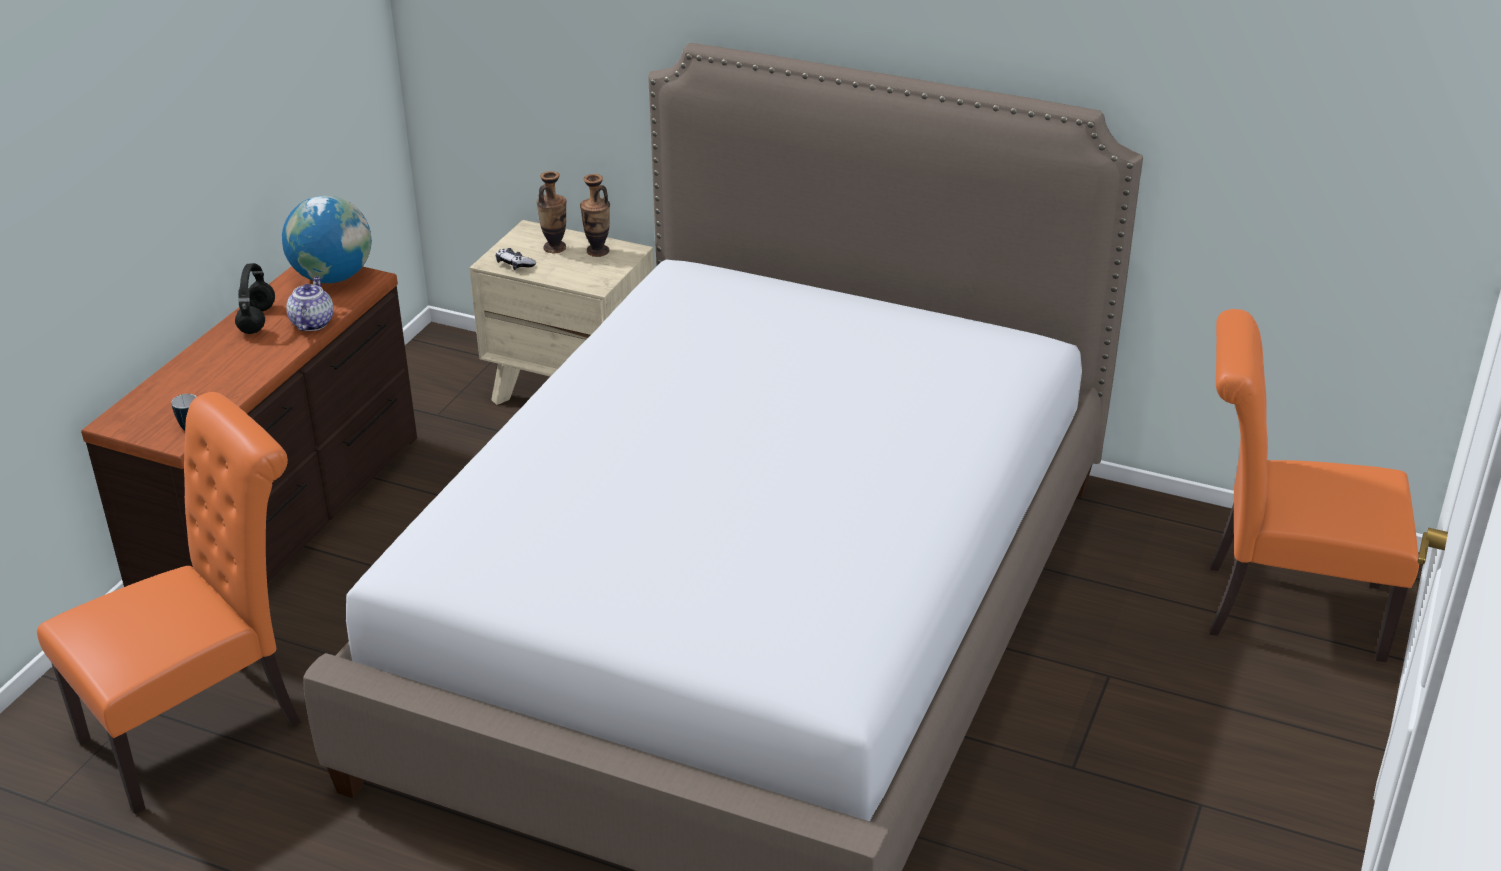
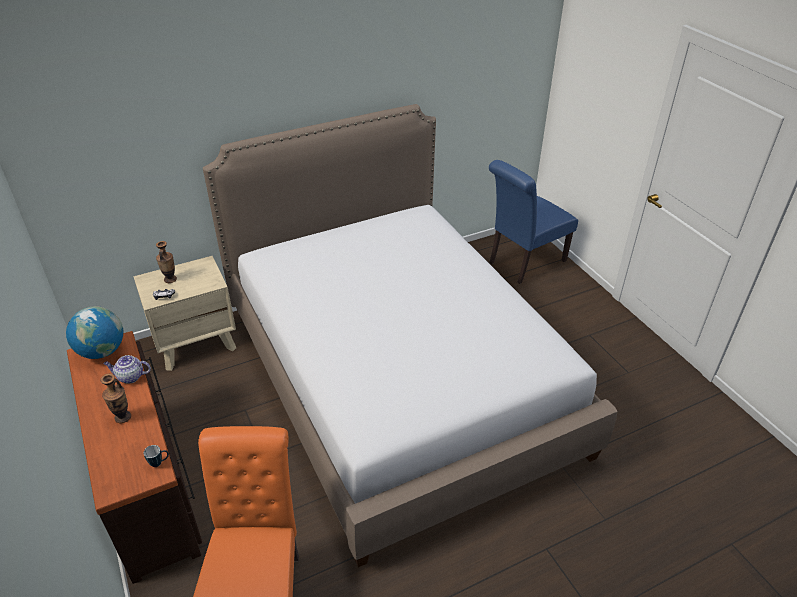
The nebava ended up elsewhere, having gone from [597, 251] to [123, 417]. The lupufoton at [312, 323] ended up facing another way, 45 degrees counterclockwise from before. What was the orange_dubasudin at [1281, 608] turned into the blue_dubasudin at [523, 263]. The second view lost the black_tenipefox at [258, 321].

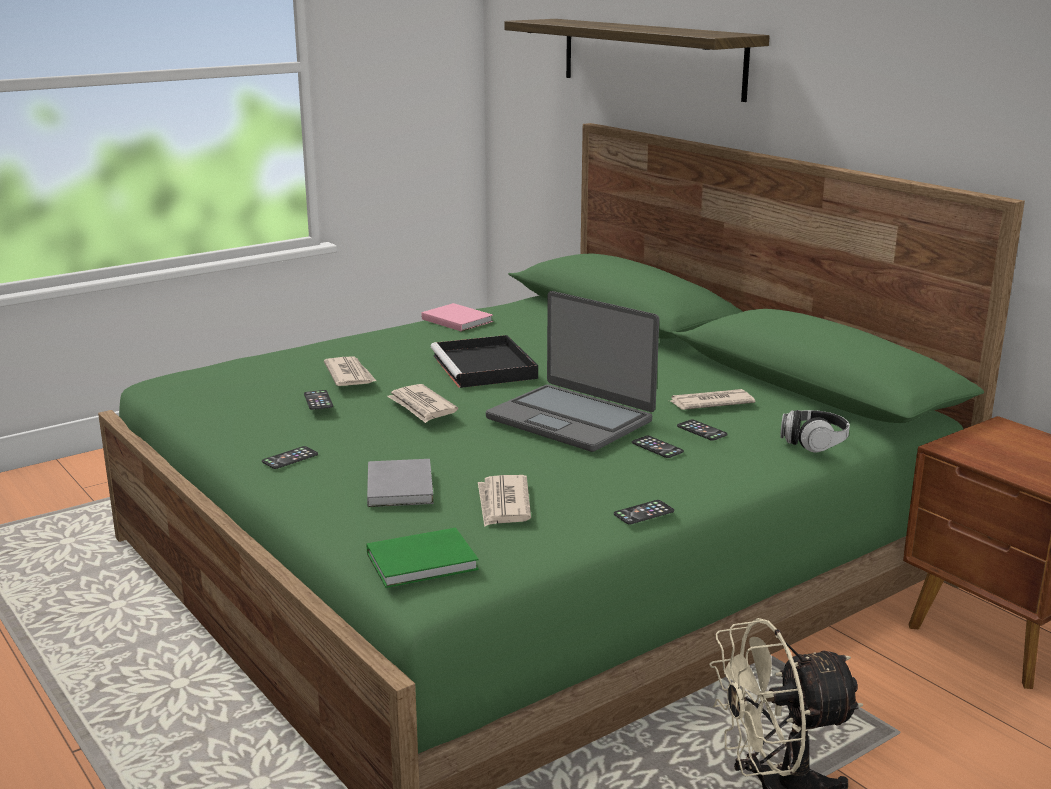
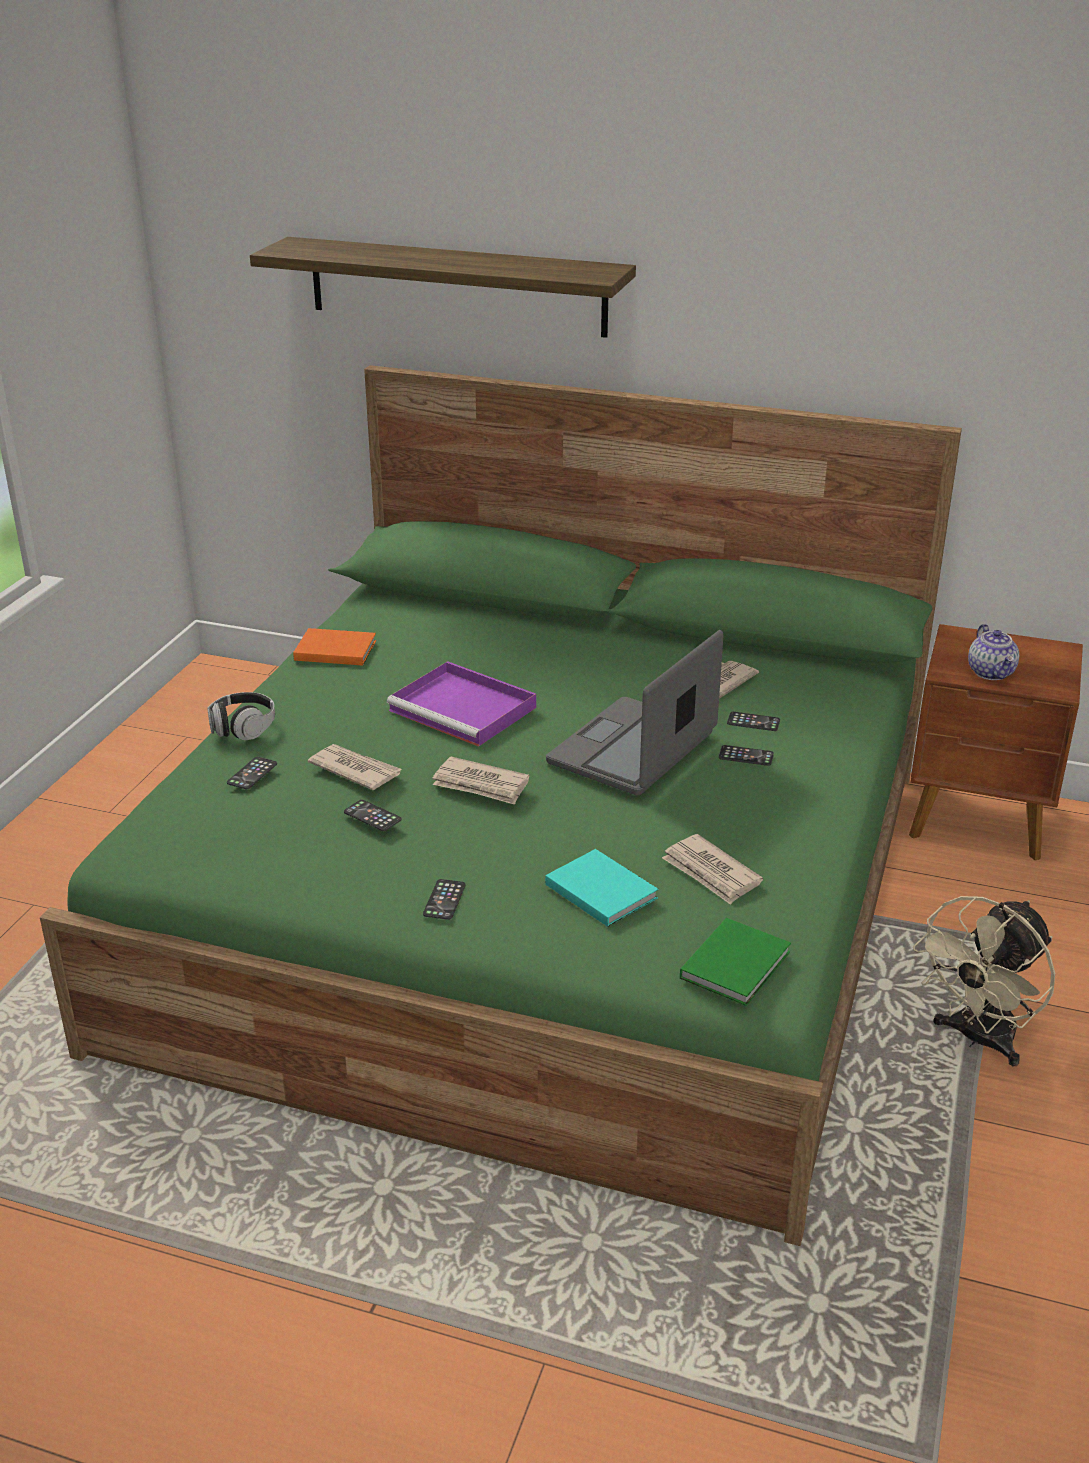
The tenipefox ended up elsewhere, having gone from [813, 443] to [243, 728]. The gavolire ended up elsewhere, having gone from [643, 513] to [252, 773]. What was the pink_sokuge at [456, 320] turned into the orange_sokuge at [333, 650]. What was the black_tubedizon at [485, 367] turned into the purple_tubedizon at [465, 709]. What was the grey_sokuge at [401, 485] turned into the turquoise_sokuge at [600, 889]. The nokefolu at [571, 419] ended up facing another way, 120 degrees clockwise from before. The second view gained the lupufoton at [991, 673].

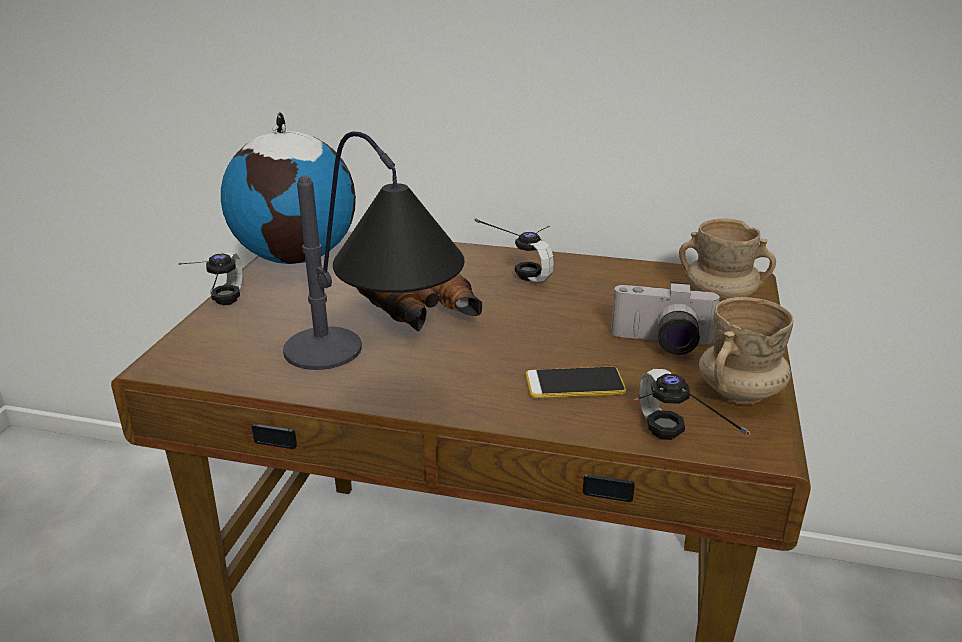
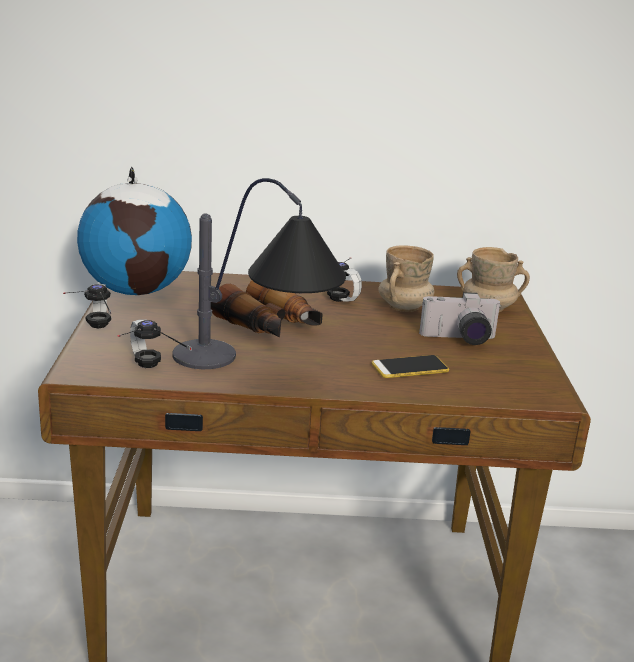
The tenipefox ended up elsewhere, having gone from [666, 450] to [146, 373]. The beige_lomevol ended up elsewhere, having gone from [739, 393] to [404, 307].

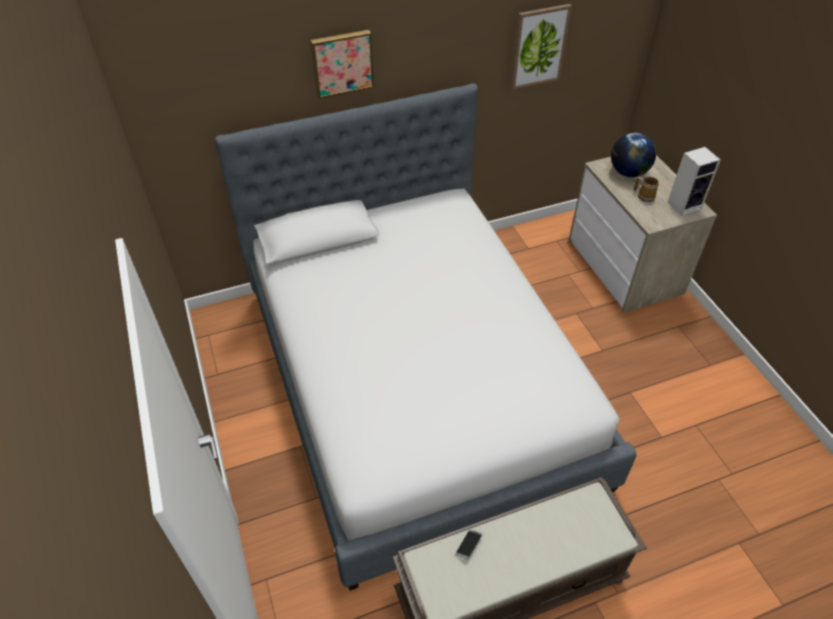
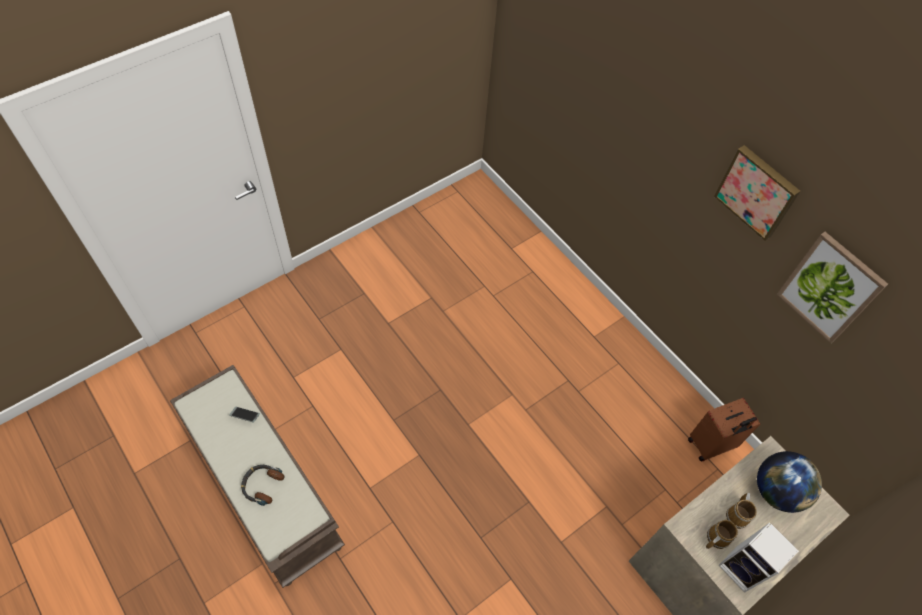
The second view gained the tenipefox at [262, 485]. The second view gained the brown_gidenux at [711, 445]. The second view gained the lomevol at [716, 537]. The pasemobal ended up elsewhere, having gone from [342, 63] to [757, 191]. The second view lost the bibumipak at [416, 384].

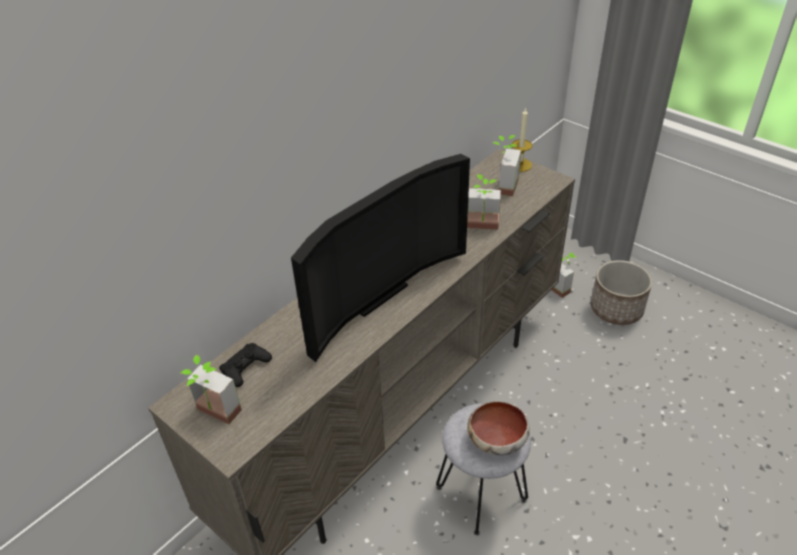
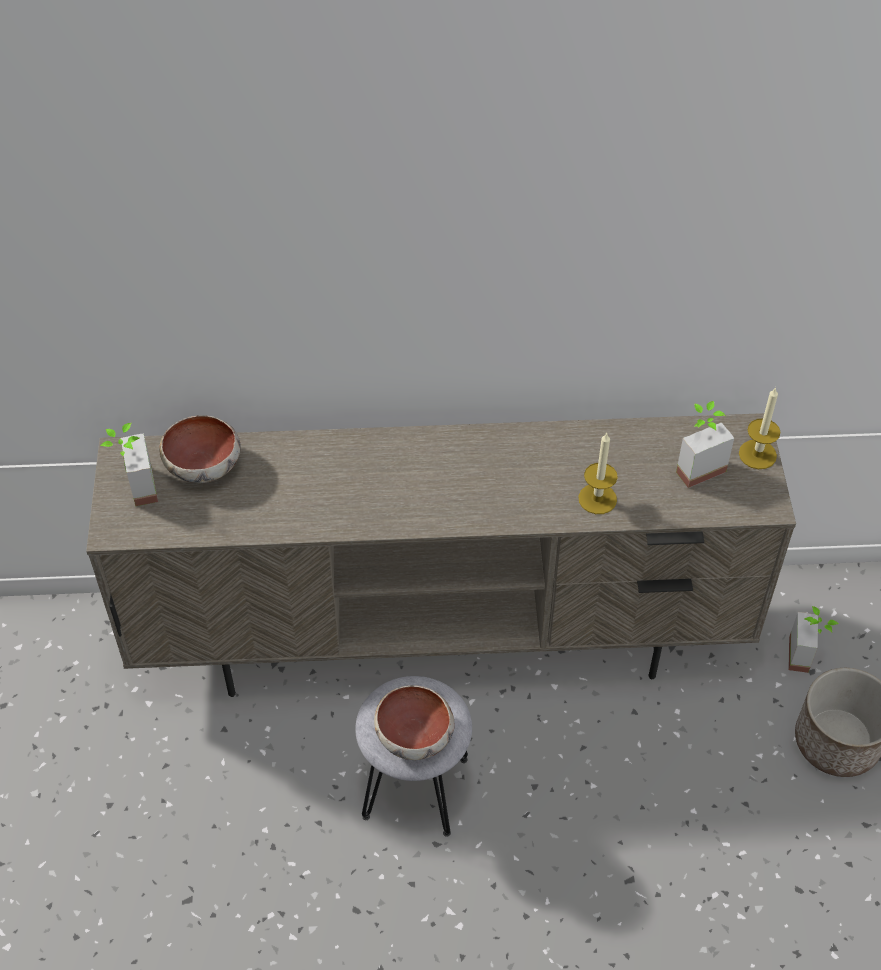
Where the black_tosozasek stood at [245, 367], the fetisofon came to stand at [204, 465]. Where the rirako stood at [482, 228], the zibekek came to stand at [597, 499]. The second view lost the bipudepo at [372, 293].

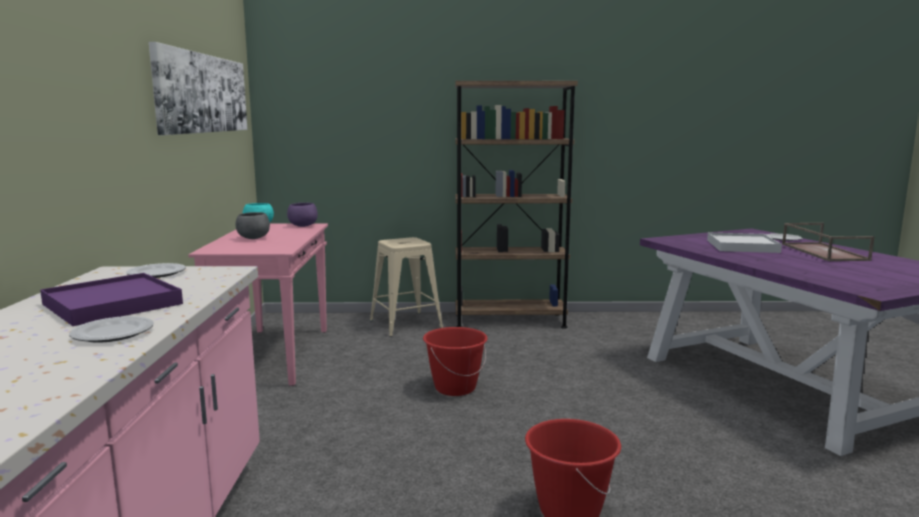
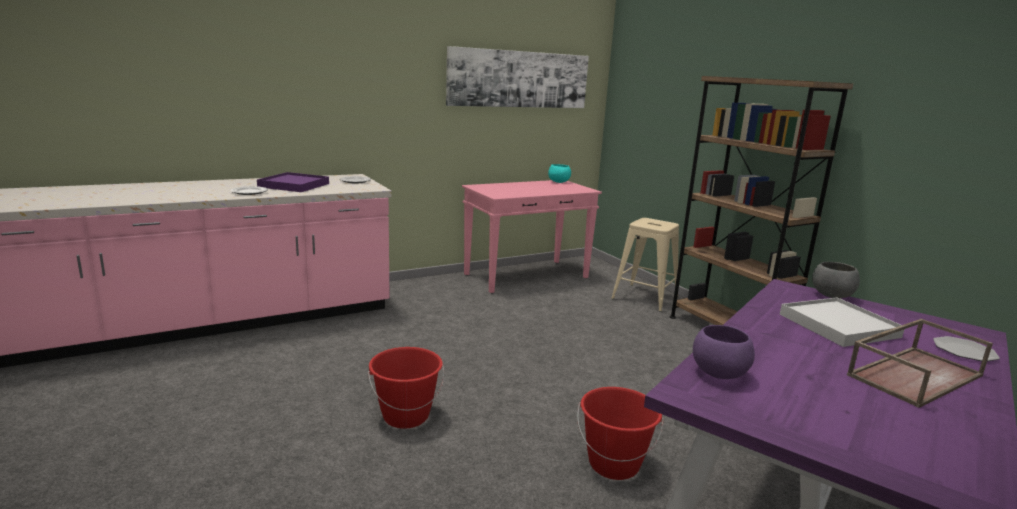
The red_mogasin ended up elsewhere, having gone from [455, 388] to [614, 464]. The purple_fetisofon ended up elsewhere, having gone from [303, 226] to [719, 374]. The grey_fetisofon ended up elsewhere, having gone from [254, 238] to [832, 296].

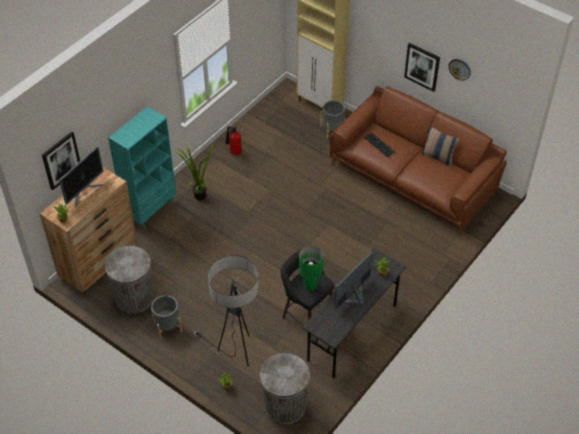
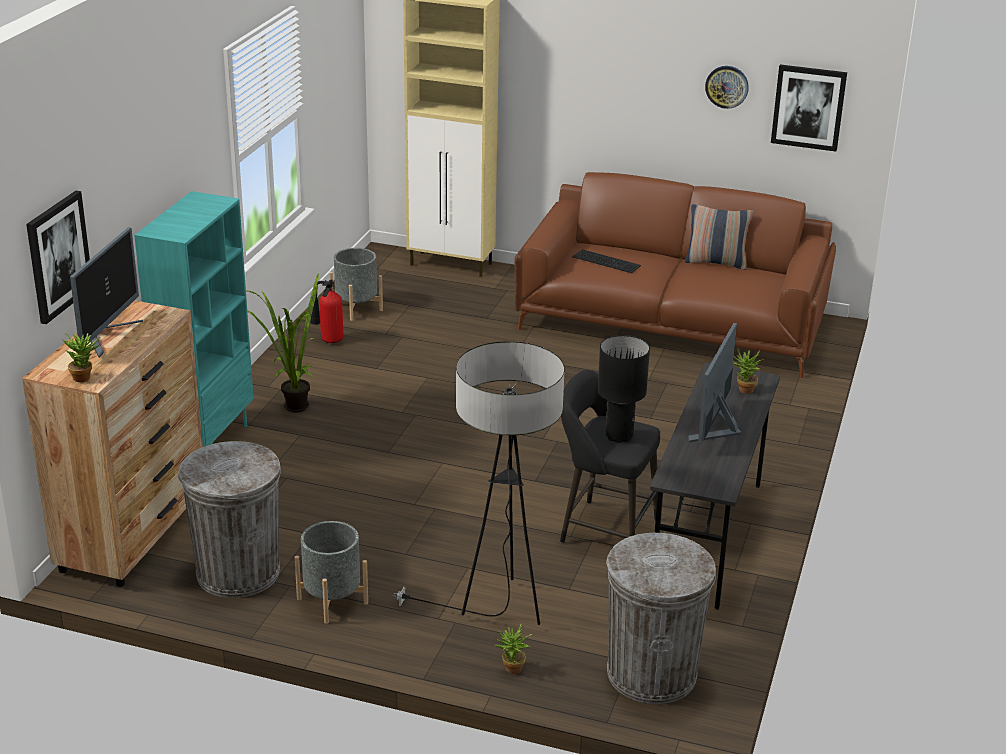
The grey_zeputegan ended up elsewhere, having gone from [332, 129] to [356, 308]. What was the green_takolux at [310, 285] turned into the black_takolux at [619, 436]. The pasemobal ended up elsewhere, having gone from [422, 66] to [808, 107].

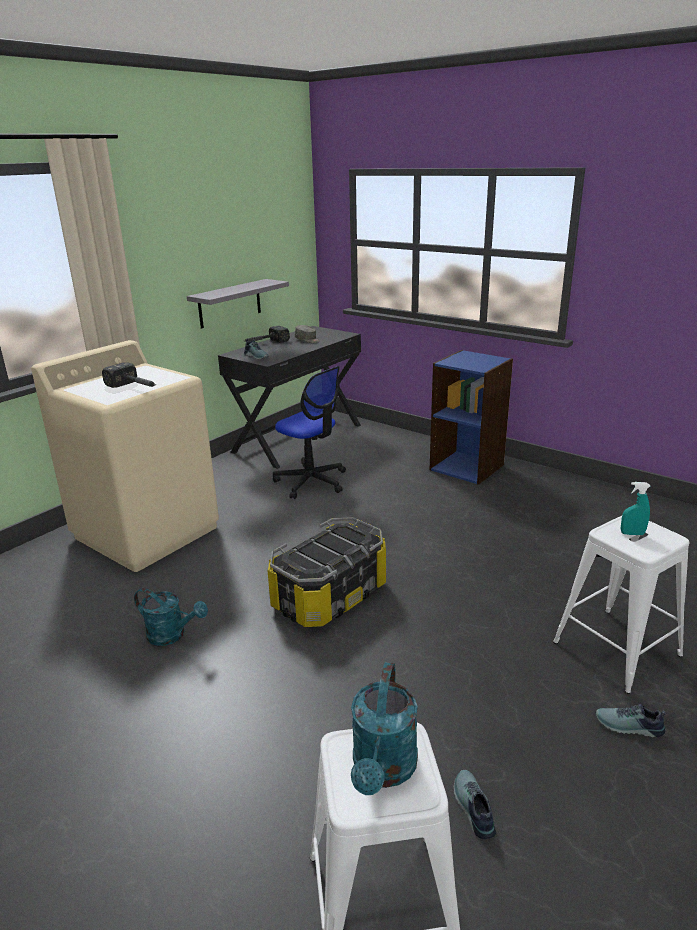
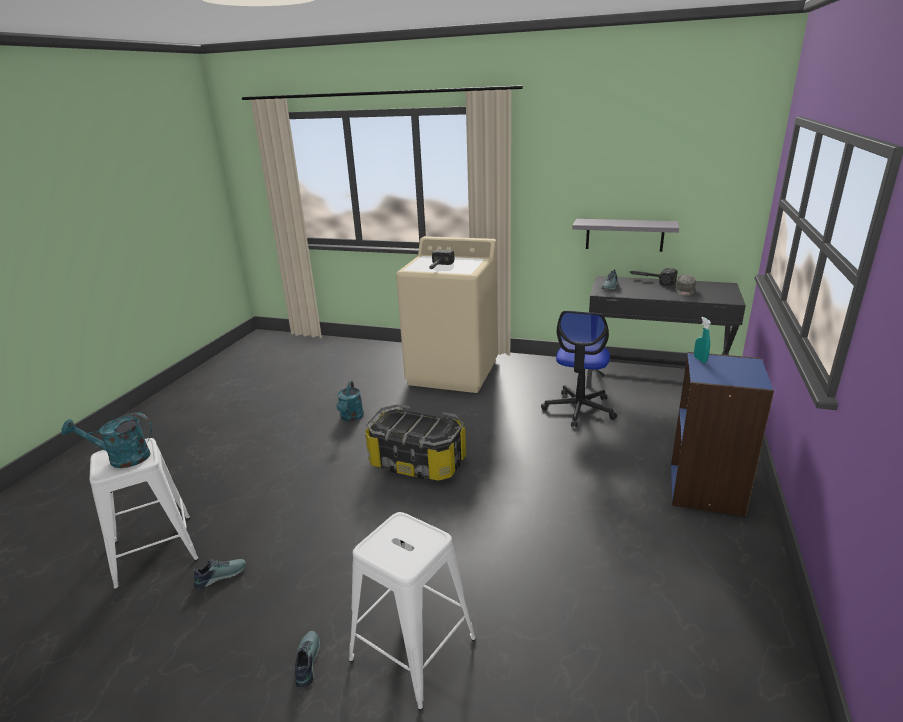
The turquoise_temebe ended up elsewhere, having gone from [632, 534] to [700, 360].

